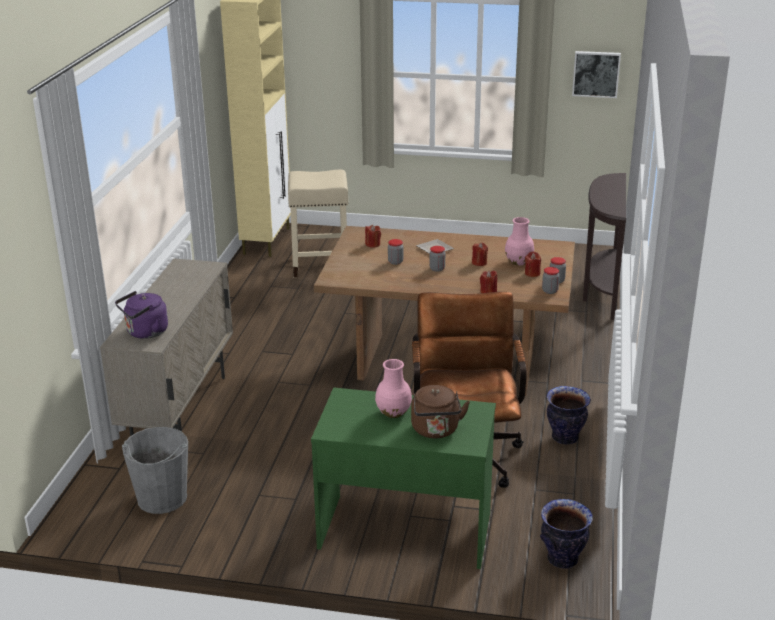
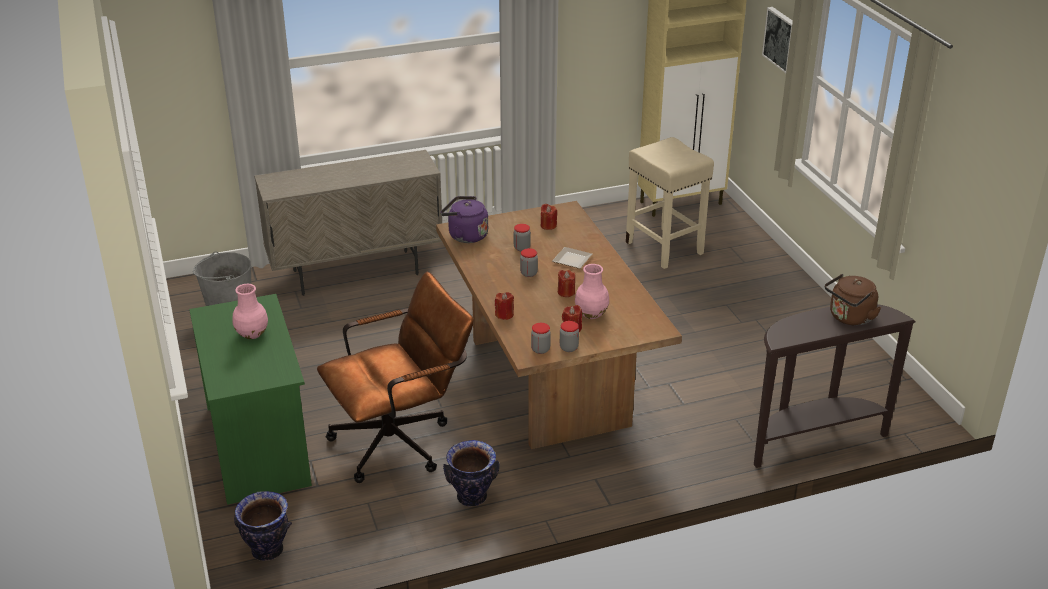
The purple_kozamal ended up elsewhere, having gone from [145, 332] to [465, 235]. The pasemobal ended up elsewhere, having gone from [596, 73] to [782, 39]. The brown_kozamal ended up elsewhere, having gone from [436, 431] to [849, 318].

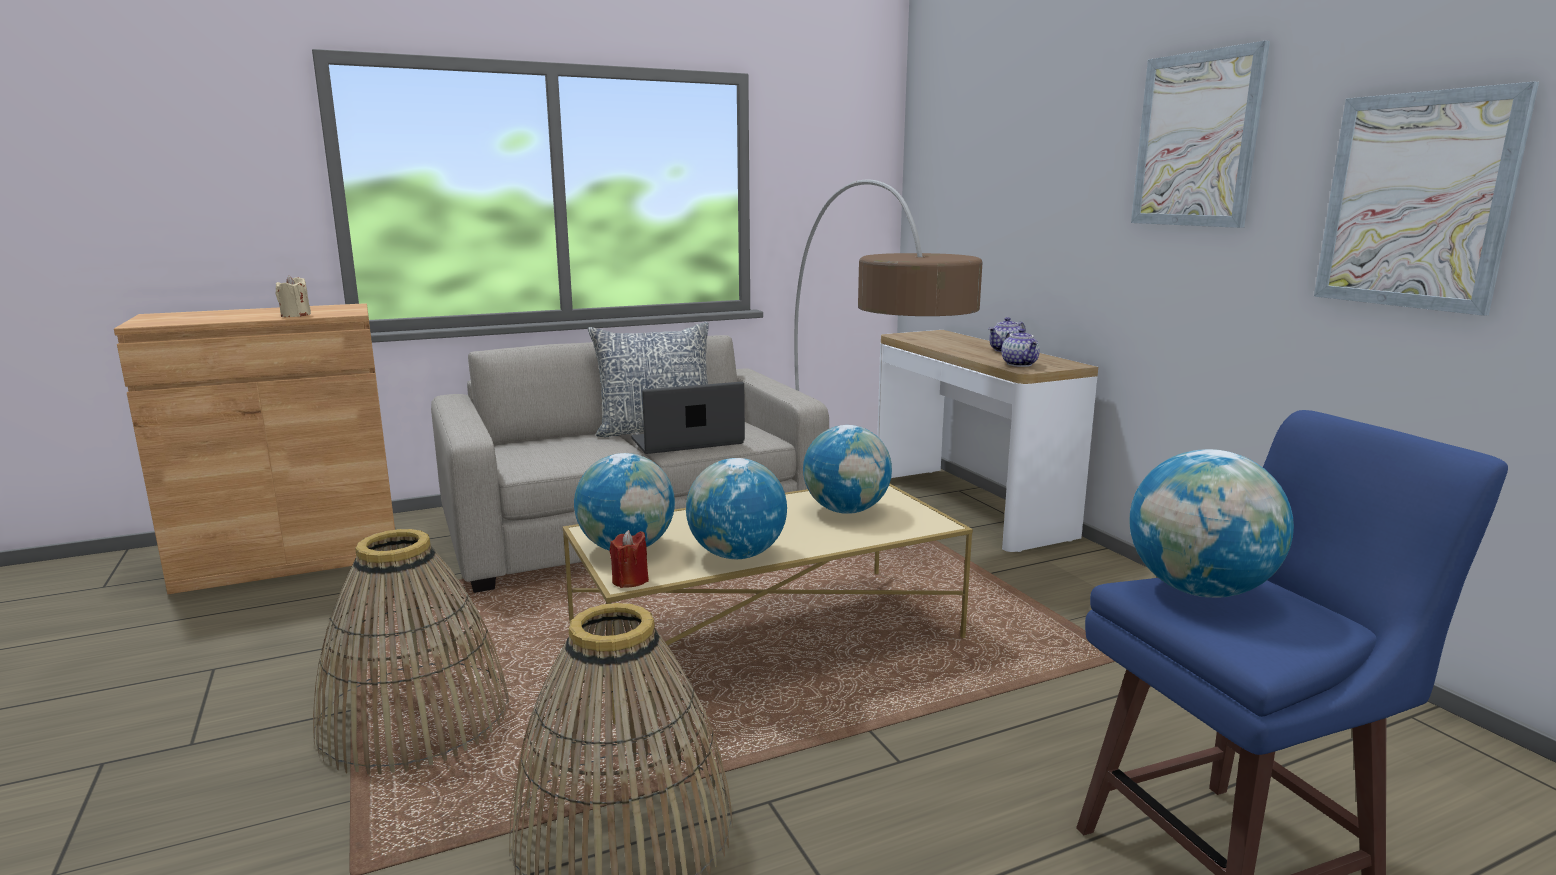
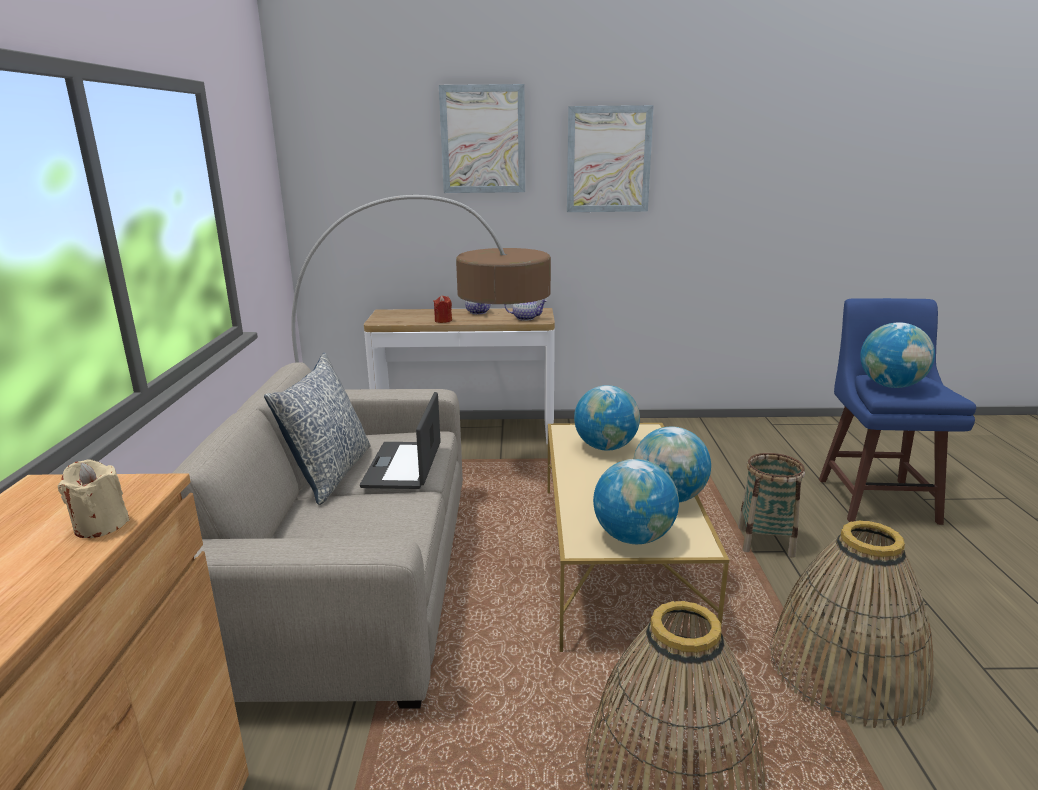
The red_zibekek ended up elsewhere, having gone from [630, 580] to [443, 320]. The pasemobal ended up elsewhere, having gone from [1416, 201] to [483, 139]. The second view gained the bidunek at [765, 542].

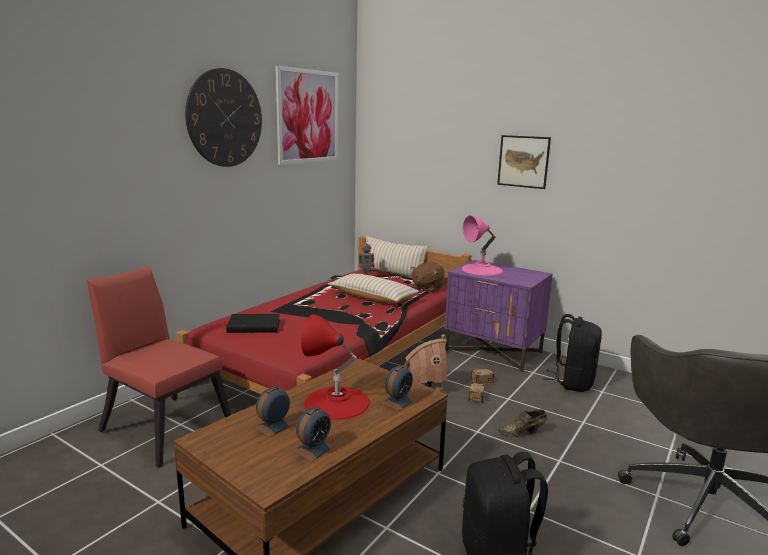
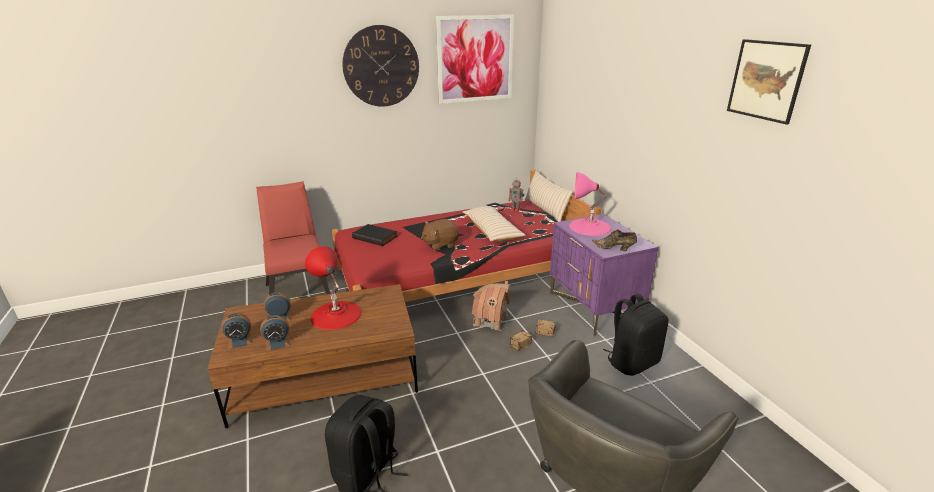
The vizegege ended up elsewhere, having gone from [398, 402] to [240, 341]. The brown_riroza ended up elsewhere, having gone from [426, 288] to [440, 244]. The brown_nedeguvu ended up elsewhere, having gone from [523, 433] to [614, 248]. The pasemobal ended up elsewhere, having gone from [523, 161] to [766, 80].

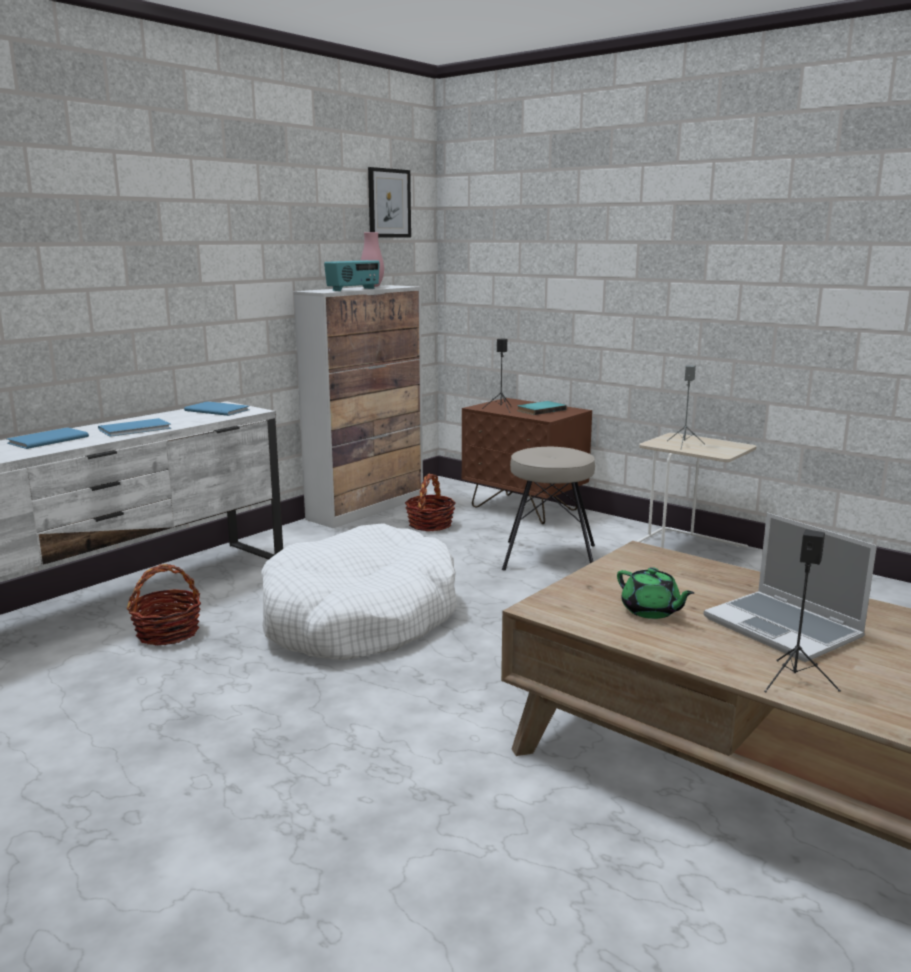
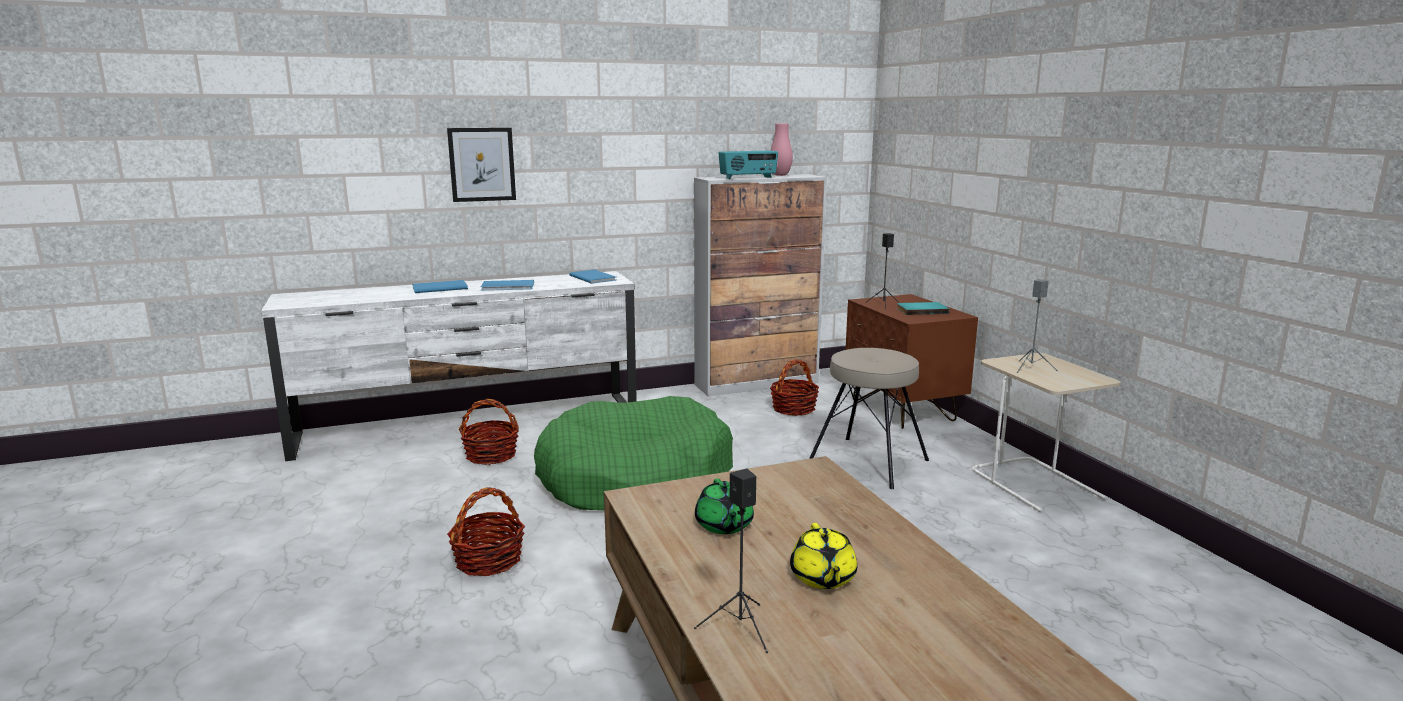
The pasemobal ended up elsewhere, having gone from [389, 203] to [482, 164]. The second view gained the bidunek at [488, 560]. What was the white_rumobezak at [359, 618] turned into the green_rumobezak at [634, 478]. Where the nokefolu stood at [784, 628], the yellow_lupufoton came to stand at [822, 577].

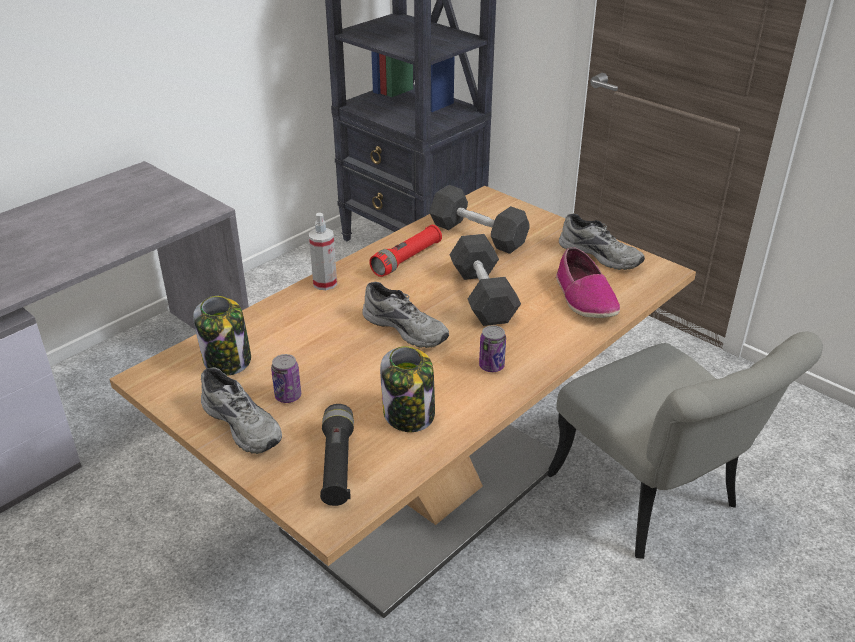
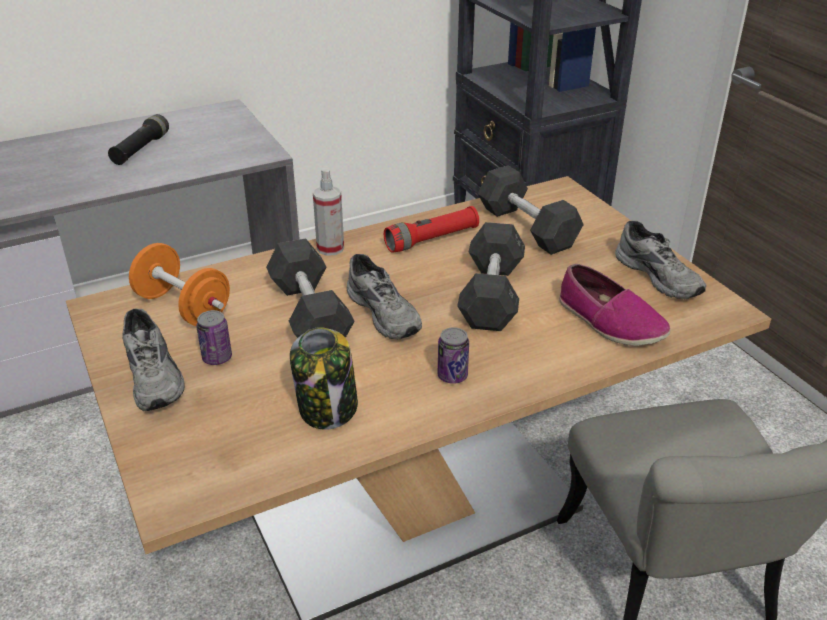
The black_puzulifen ended up elsewhere, having gone from [337, 465] to [141, 149]. Where the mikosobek stood at [227, 361], the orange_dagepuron came to stand at [183, 307]. The second view gained the grey_dagepuron at [310, 313]. The nedeguvu at [584, 298] ended up facing another way, 45 degrees counterclockwise from before.

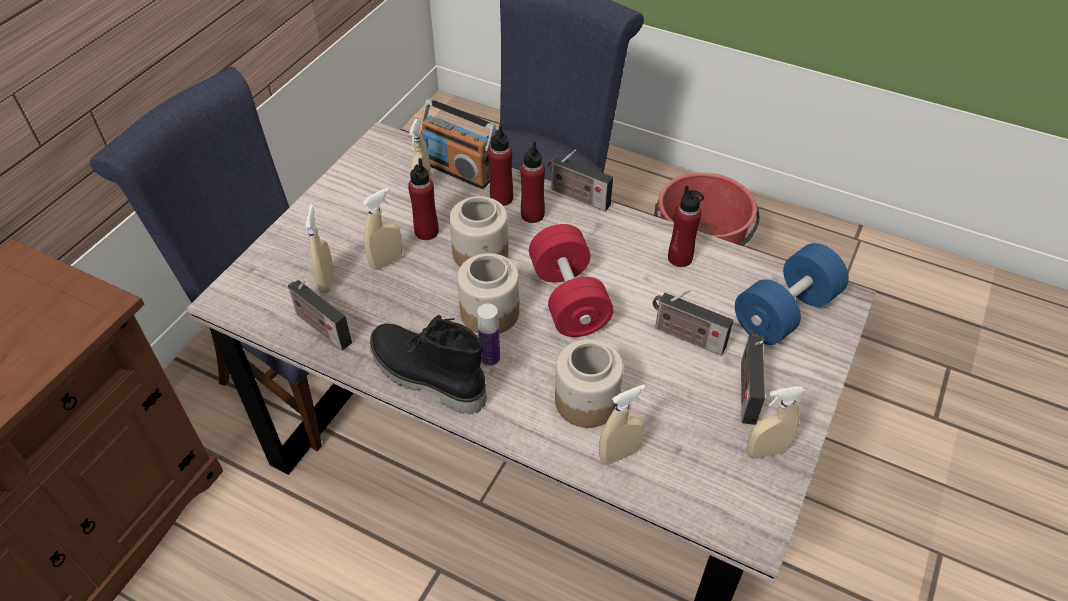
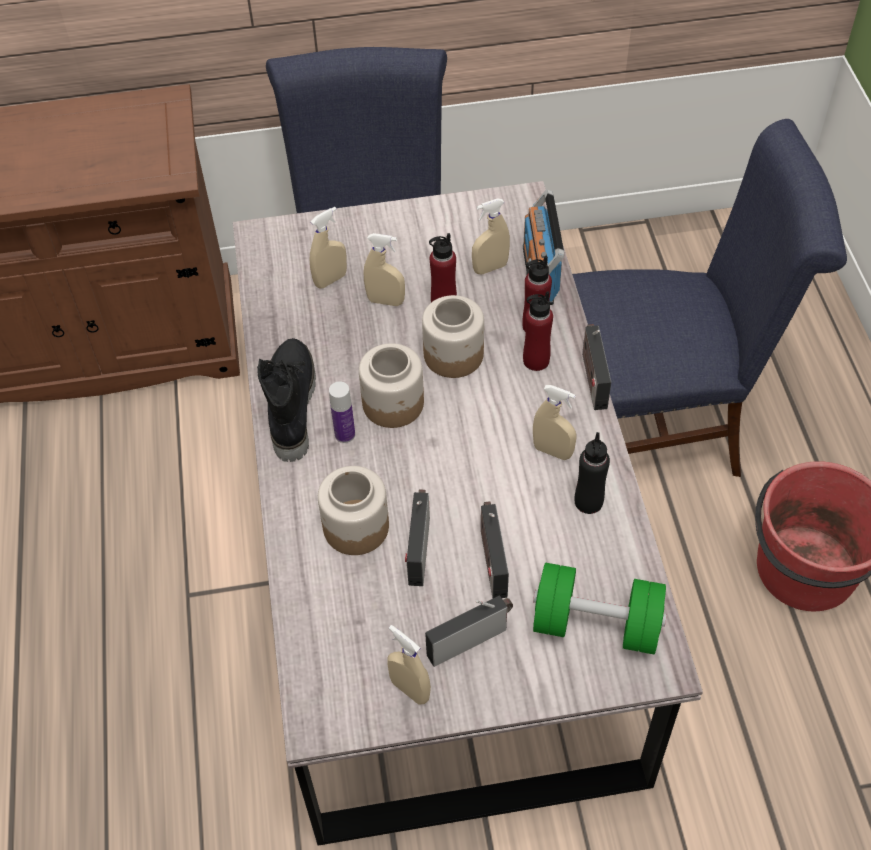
The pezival ended up elsewhere, having gone from [320, 327] to [418, 547]. The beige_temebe ended up elsewhere, having gone from [619, 454] to [552, 451]. What was the blue_dagepuron at [785, 312] turned into the green_dagepuron at [596, 624]. What was the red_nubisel at [680, 258] turned into the black_nubisel at [588, 502]. The second view lost the red_dagepuron at [568, 299].

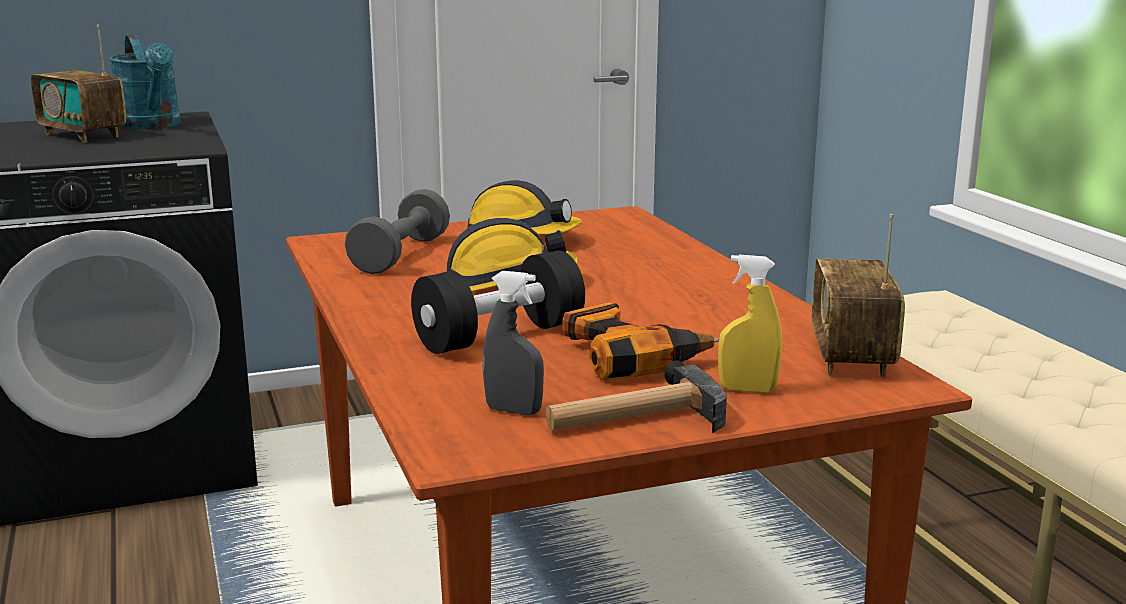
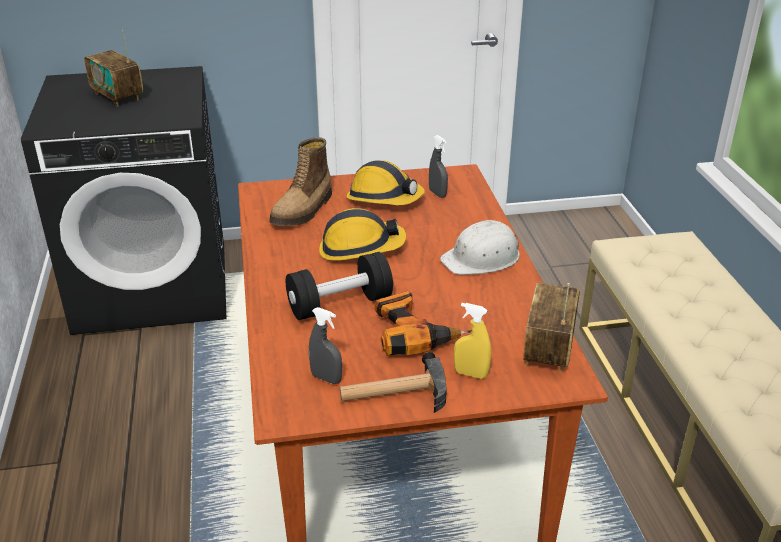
Where the grey_dagepuron stood at [400, 255], the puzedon came to stand at [303, 210]. The second view gained the grey_temebe at [437, 194]. The second view gained the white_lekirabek at [482, 258]. The second view lost the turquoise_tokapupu at [152, 125].

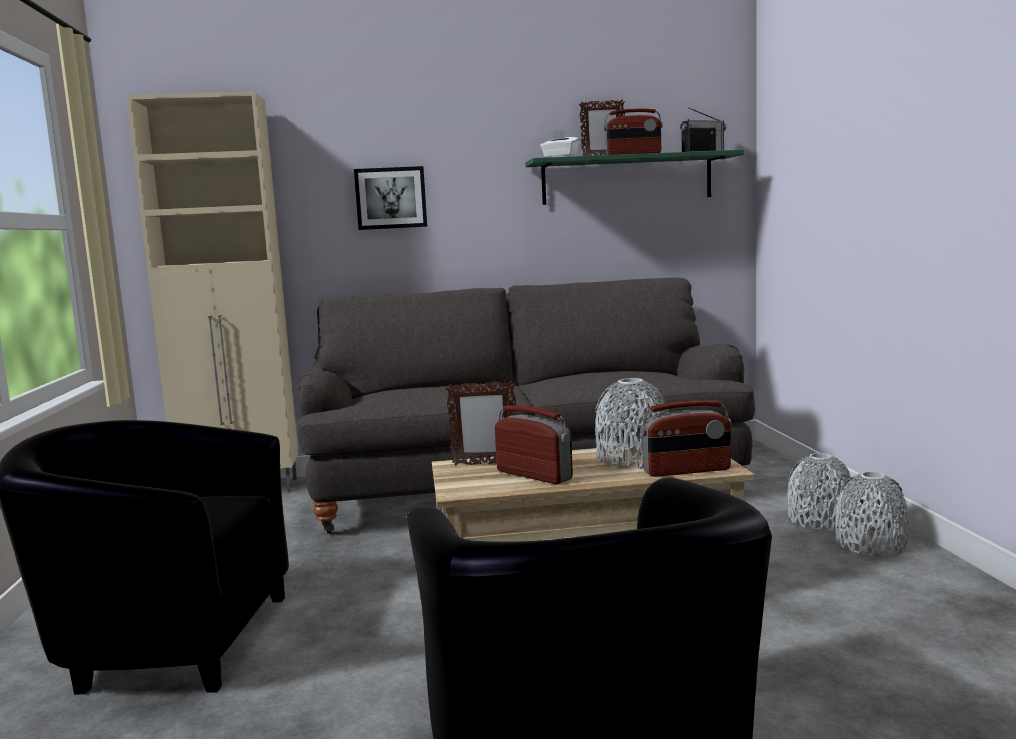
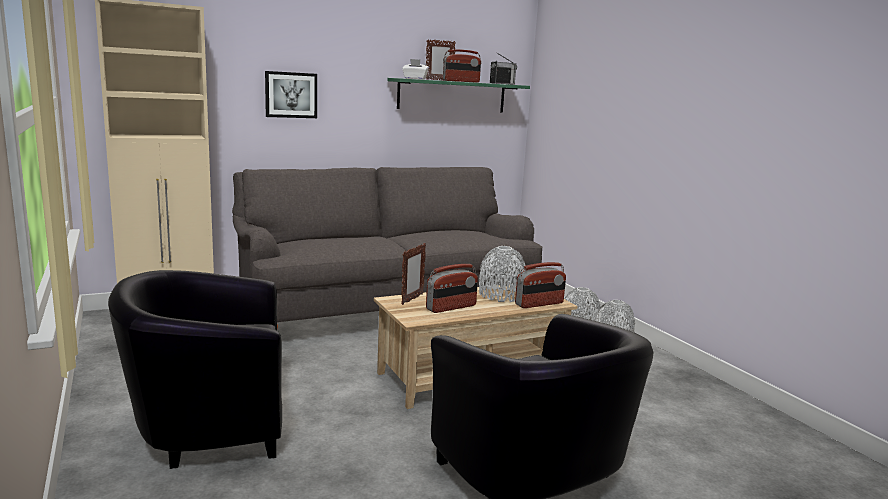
The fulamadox at [484, 464] ended up facing another way, 45 degrees counterclockwise from before. The pezival at [534, 475] ended up facing another way, 120 degrees clockwise from before.

